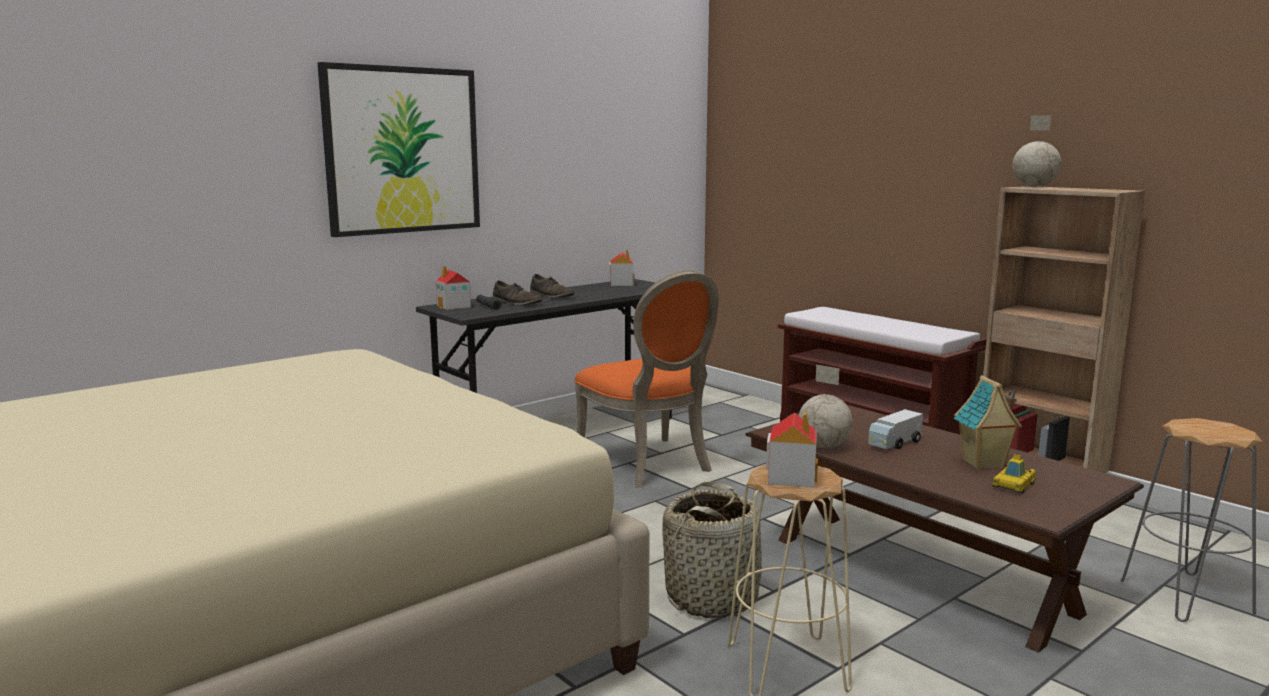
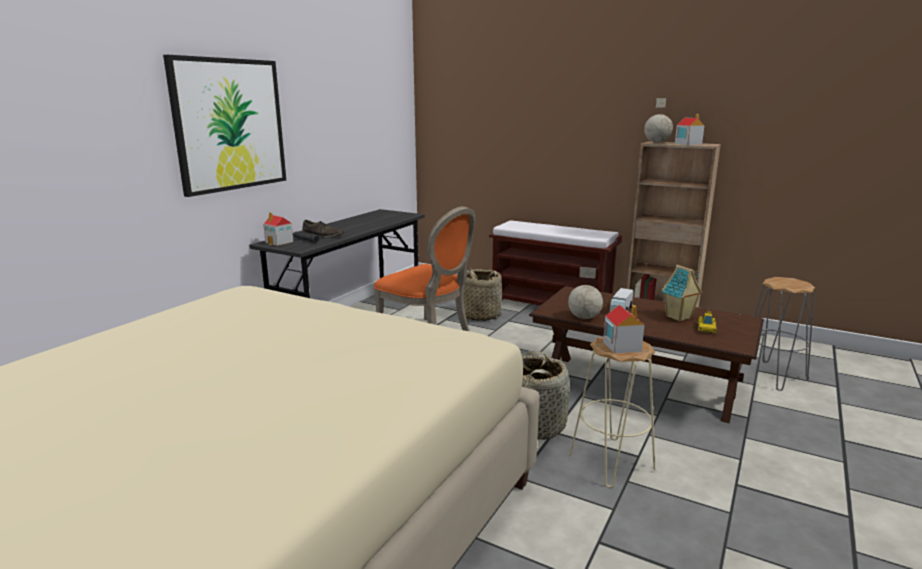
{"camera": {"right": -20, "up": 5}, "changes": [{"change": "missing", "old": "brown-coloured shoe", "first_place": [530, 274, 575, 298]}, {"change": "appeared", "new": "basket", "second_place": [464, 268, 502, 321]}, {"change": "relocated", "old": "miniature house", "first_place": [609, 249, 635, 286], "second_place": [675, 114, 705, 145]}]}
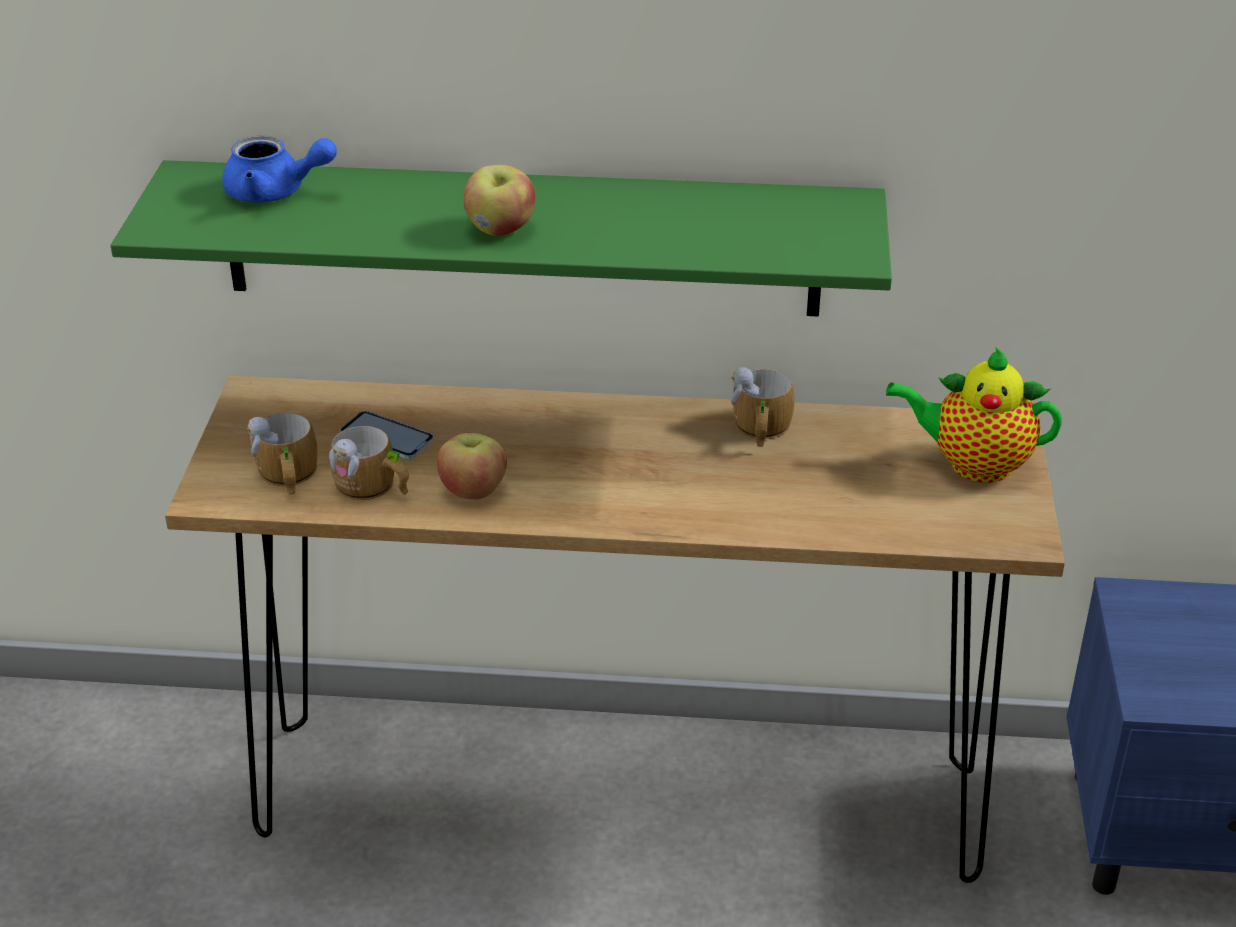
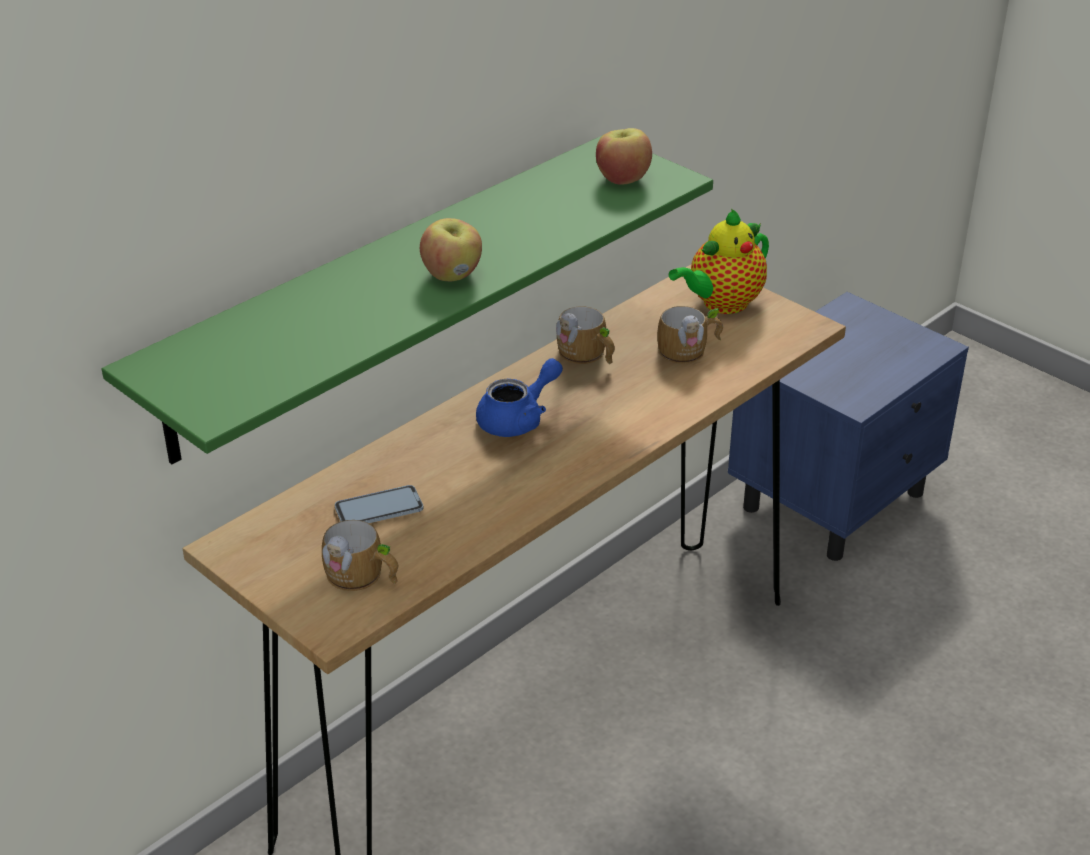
{"camera": {"right": -50, "up": 0}, "changes": [{"change": "relocated", "old": "blue pot for tea", "first_place": [222, 136, 337, 203], "second_place": [476, 358, 563, 437]}, {"change": "relocated", "old": "tea mug", "first_place": [329, 426, 409, 500], "second_place": [657, 306, 723, 364]}, {"change": "relocated", "old": "whole apple", "first_place": [437, 433, 507, 499], "second_place": [596, 128, 652, 185]}]}
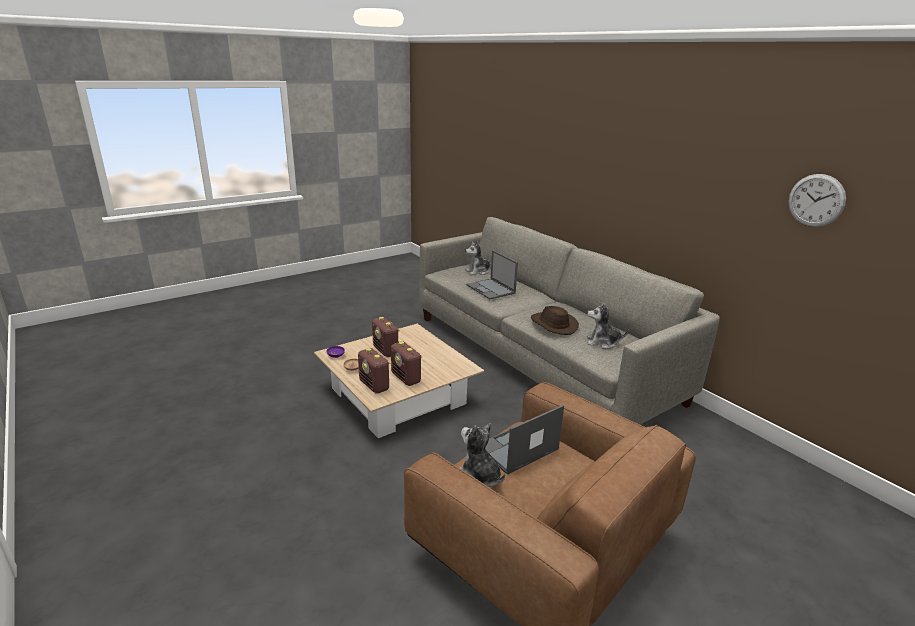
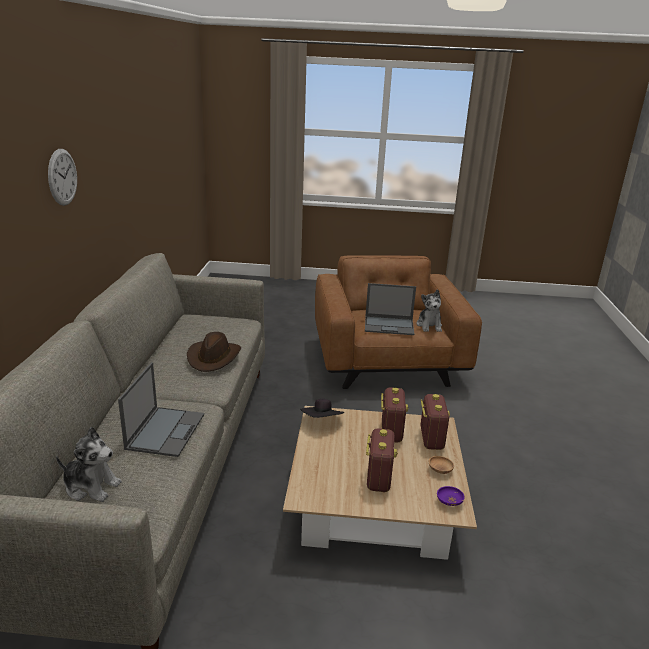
{"camera": {"right": -140, "up": 0}, "changes": [{"change": "missing", "old": "cuddly toy", "first_place": [587, 303, 629, 349]}, {"change": "appeared", "new": "black-coloured hat", "second_place": [300, 399, 344, 418]}, {"change": "relocated", "old": "clock on the wall", "first_place": [788, 174, 846, 227], "second_place": [48, 149, 77, 206]}]}
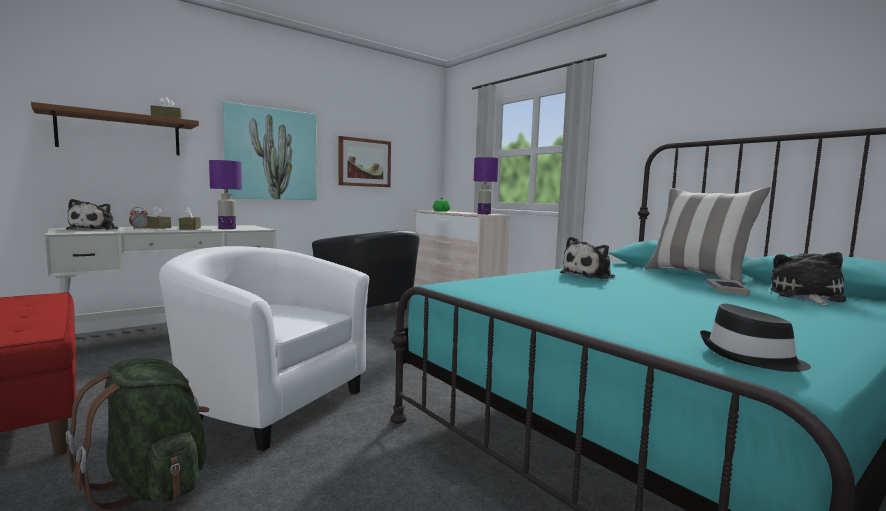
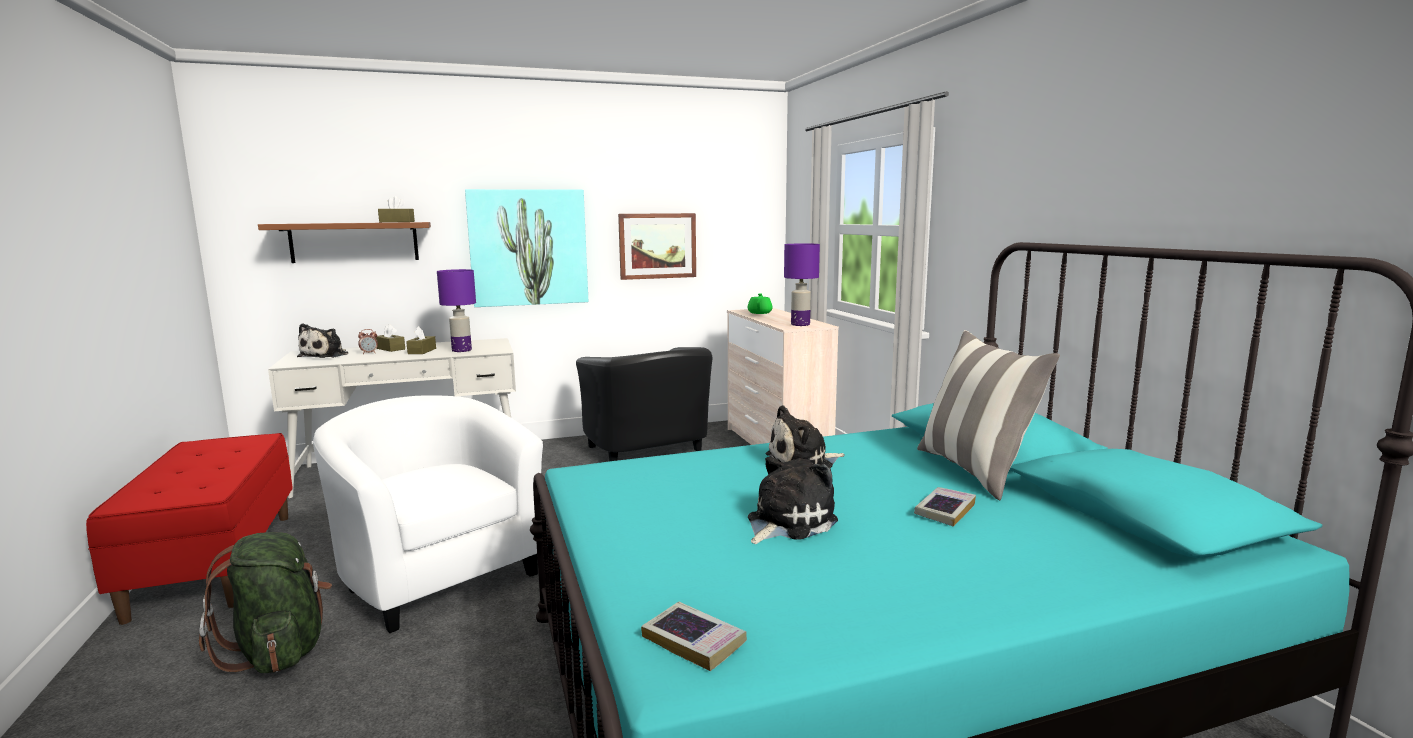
{"camera": {"right": 20, "up": 5}, "changes": [{"change": "relocated", "old": "cuddly toy", "first_place": [770, 252, 846, 306], "second_place": [748, 457, 838, 544]}, {"change": "exchanged", "old": "black-coloured hat", "new": "bound book", "first_place": [700, 304, 811, 372], "second_place": [641, 602, 747, 671]}]}
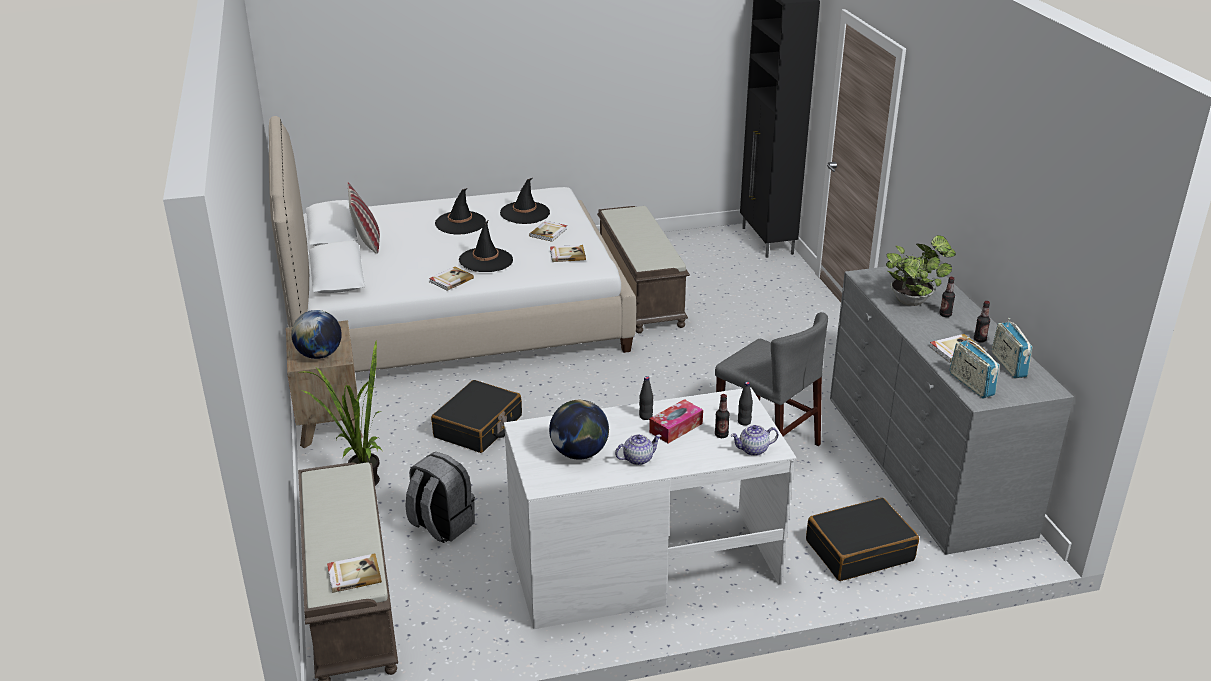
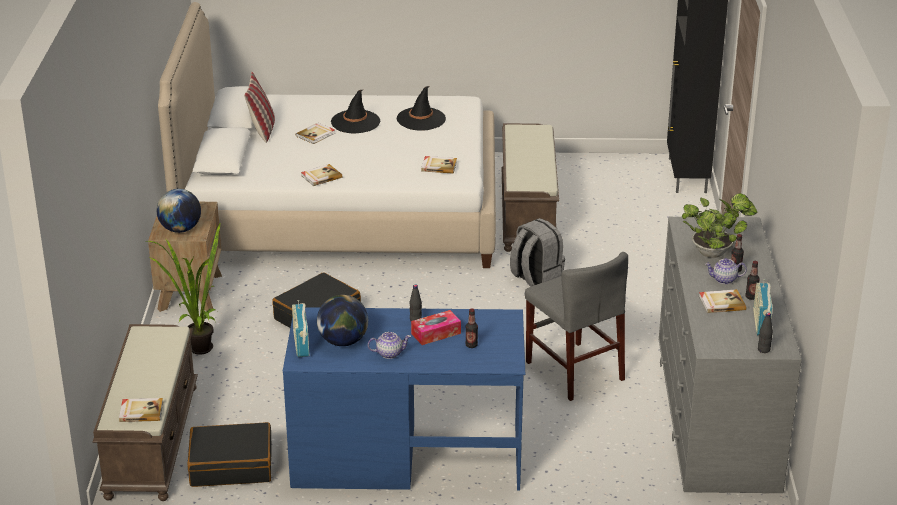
{"camera": {"right": 15, "up": 0}, "changes": [{"change": "missing", "old": "black-coloured hat", "first_place": [459, 221, 513, 272]}, {"change": "relocated", "old": "grey rucksack", "first_place": [405, 452, 475, 543], "second_place": [510, 218, 565, 287]}, {"change": "relocated", "old": "bound book", "first_place": [529, 221, 567, 242], "second_place": [296, 123, 335, 144]}, {"change": "relocated", "old": "pot for tea", "first_place": [731, 425, 778, 456], "second_place": [705, 258, 747, 284]}, {"change": "relocated", "old": "black-coloured beverage bottle", "first_place": [738, 382, 753, 426], "second_place": [758, 312, 773, 353]}, {"change": "relocated", "old": "black-coloured suitcase", "first_place": [806, 498, 919, 581], "second_place": [187, 422, 272, 487]}, {"change": "relocated", "old": "radio", "first_place": [950, 337, 999, 398], "second_place": [292, 300, 309, 357]}, {"change": "colour", "old": "white-coloured desk table", "new": "blue desk table", "first_place": [504, 387, 797, 629], "second_place": [283, 307, 525, 491]}]}
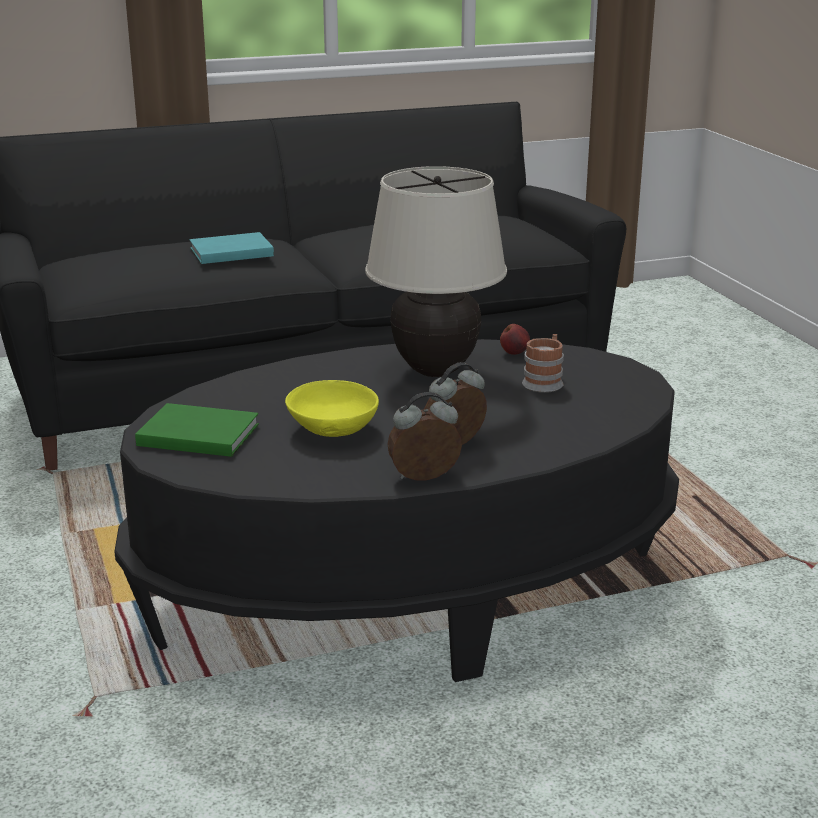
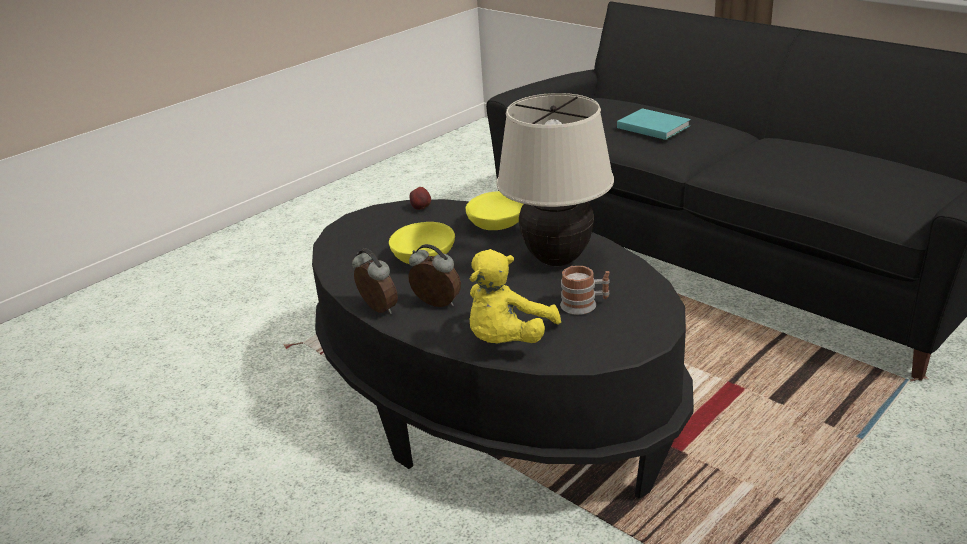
{"camera": {"right": 65, "up": 5}, "changes": [{"change": "missing", "old": "green-coloured bound book", "first_place": [135, 403, 259, 457]}, {"change": "appeared", "new": "yellowish deep dish", "second_place": [466, 191, 523, 230]}, {"change": "appeared", "new": "yellowish cuddly toy", "second_place": [470, 249, 561, 343]}, {"change": "relocated", "old": "whole apple", "first_place": [500, 324, 530, 355], "second_place": [410, 187, 431, 210]}]}
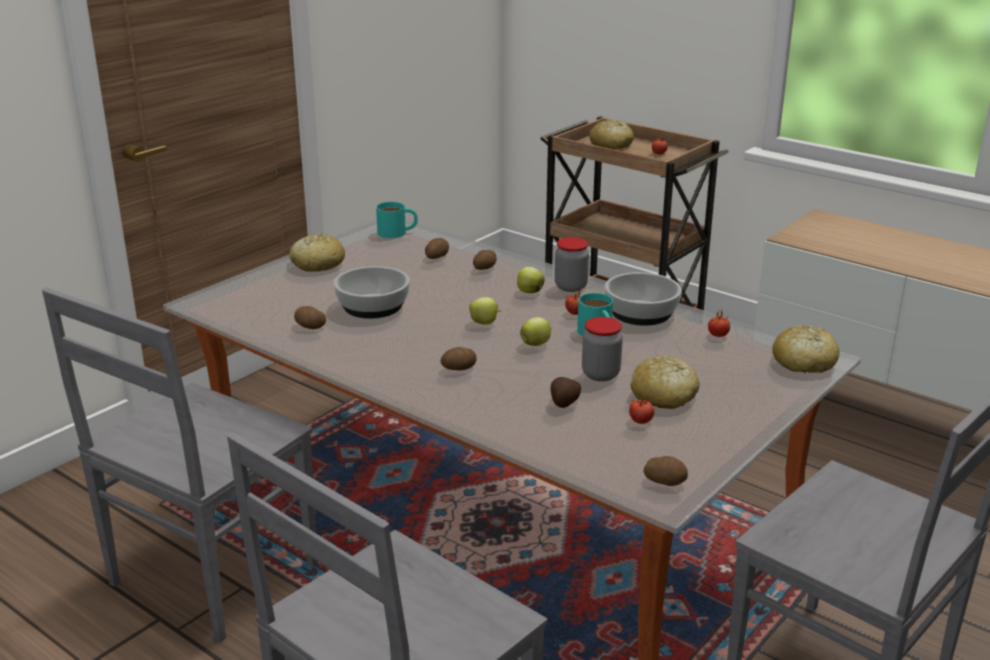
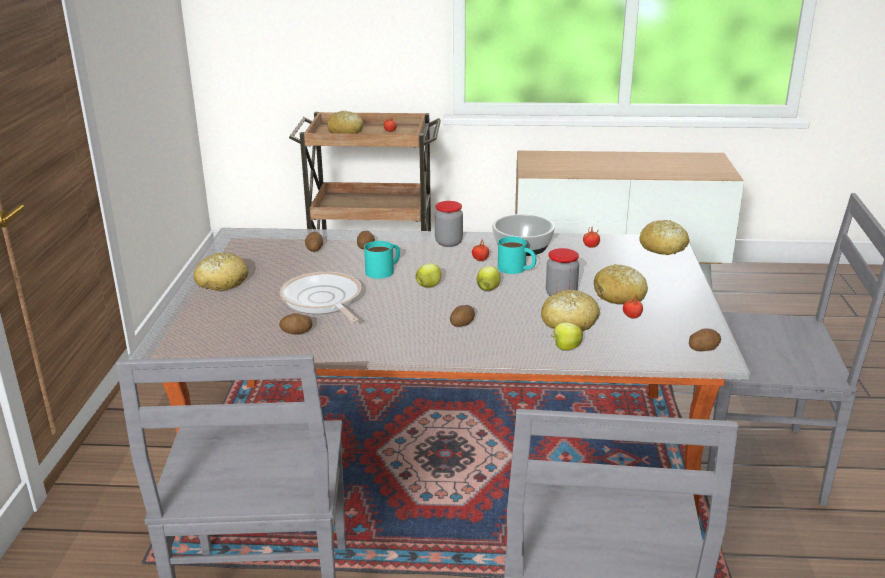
{"camera": {"right": -35, "up": 0}, "changes": [{"change": "relocated", "old": "turquoise tea mug", "first_place": [376, 202, 418, 238], "second_place": [364, 241, 400, 279]}, {"change": "relocated", "old": "whole apple", "first_place": [517, 267, 545, 293], "second_place": [551, 322, 583, 350]}, {"change": "exchanged", "old": "deep dish", "new": "frying pan", "first_place": [333, 266, 410, 319], "second_place": [280, 272, 362, 322]}, {"change": "exchanged", "old": "whole potato", "new": "bread", "first_place": [551, 377, 581, 408], "second_place": [541, 290, 600, 332]}]}
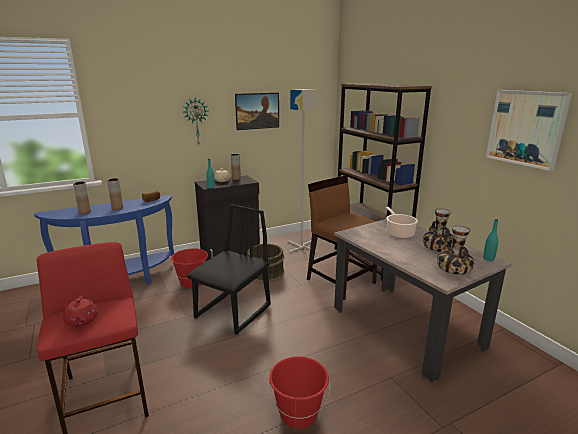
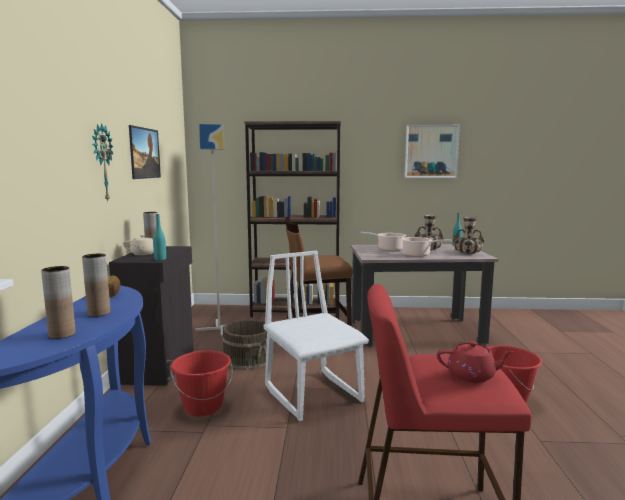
{"camera": {"right": -60, "up": -10}, "changes": [{"change": "appeared", "new": "stockpot", "second_place": [402, 237, 452, 257]}, {"change": "colour", "old": "black-coloured chair", "new": "white-coloured chair", "first_place": [187, 204, 271, 335], "second_place": [264, 251, 369, 421]}]}
